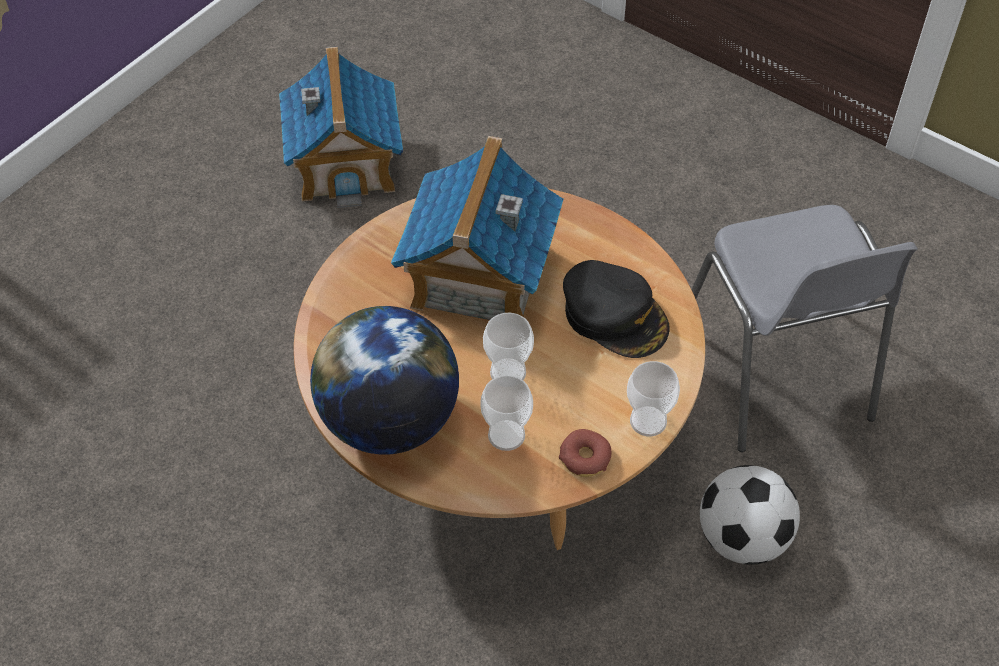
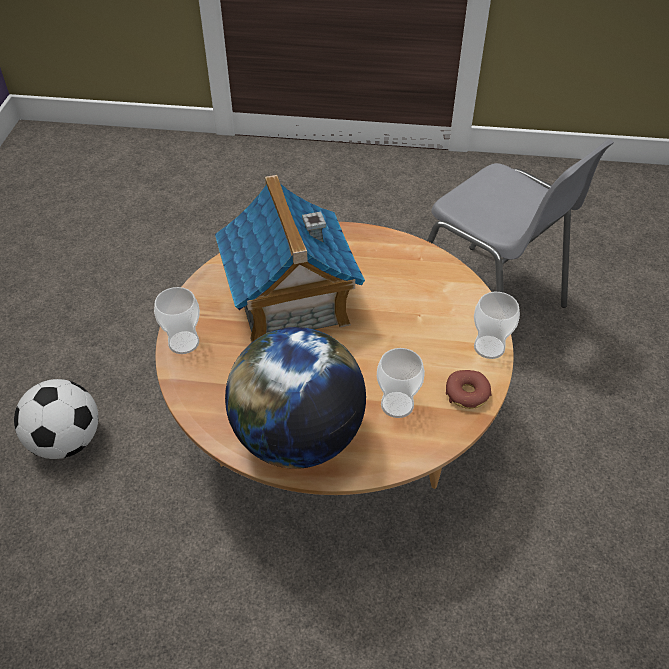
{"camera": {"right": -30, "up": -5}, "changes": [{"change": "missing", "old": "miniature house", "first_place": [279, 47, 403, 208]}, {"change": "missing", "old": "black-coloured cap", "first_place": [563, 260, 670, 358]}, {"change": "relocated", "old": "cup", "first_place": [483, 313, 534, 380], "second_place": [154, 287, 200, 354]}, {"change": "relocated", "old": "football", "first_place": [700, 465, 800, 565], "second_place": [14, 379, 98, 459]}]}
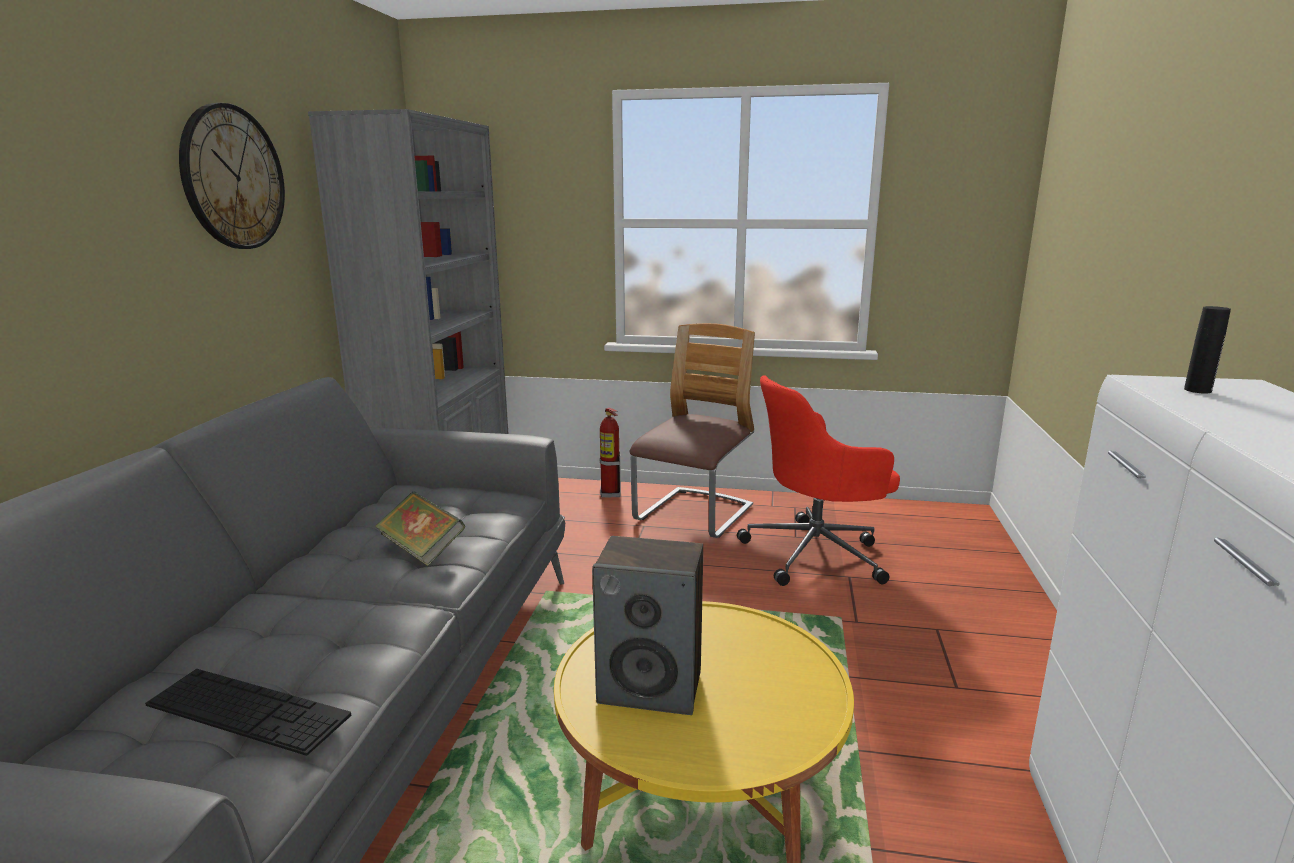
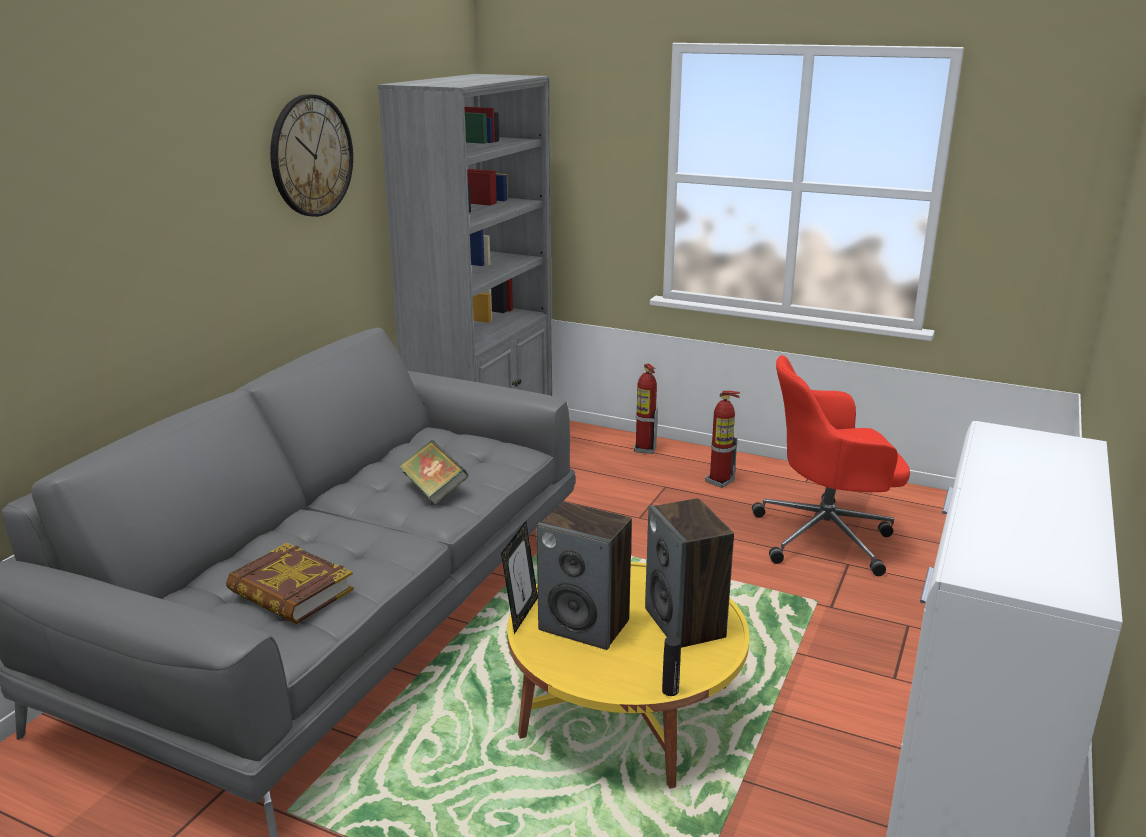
{"camera": {"right": 15, "up": 5}, "changes": [{"change": "appeared", "new": "photo frame", "second_place": [501, 521, 538, 634]}, {"change": "appeared", "new": "loudspeaker", "second_place": [645, 498, 734, 648]}, {"change": "relocated", "old": "black-coloured beverage bottle", "first_place": [1184, 306, 1231, 394], "second_place": [662, 636, 681, 696]}, {"change": "exchanged", "old": "PC keyboard", "new": "bound book", "first_place": [145, 669, 352, 756], "second_place": [226, 543, 354, 624]}, {"change": "exchanged", "old": "chair", "new": "extinguisher", "first_place": [630, 323, 755, 538], "second_place": [705, 391, 740, 488]}]}
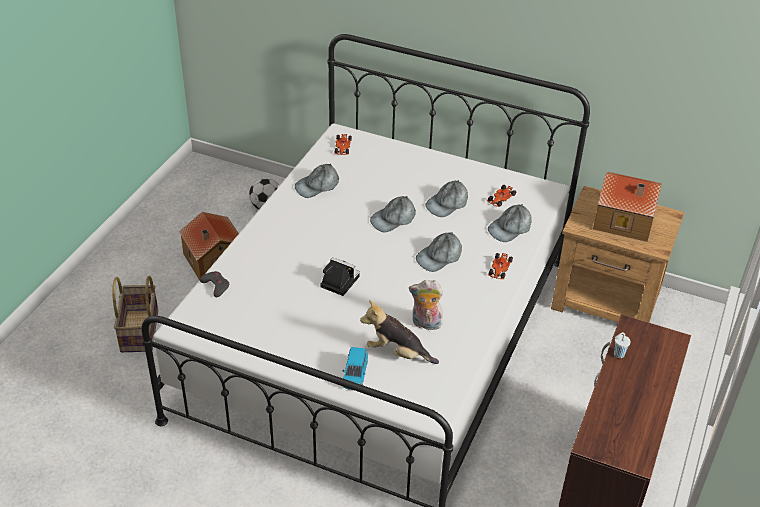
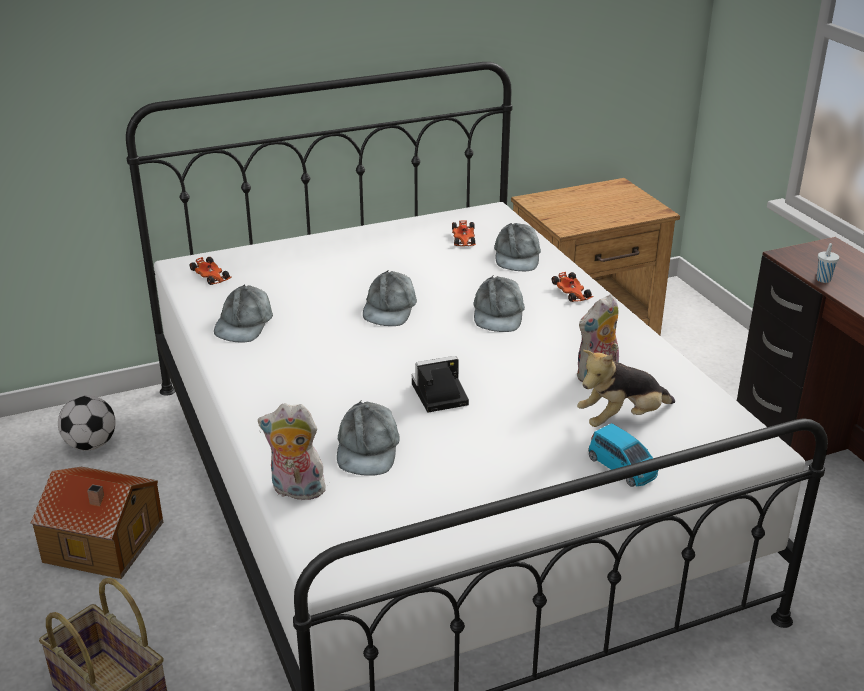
{"camera": {"right": -45, "up": -10}, "changes": [{"change": "missing", "old": "miniature house", "first_place": [593, 172, 662, 242]}, {"change": "relocated", "old": "grey cap", "first_place": [425, 180, 468, 217], "second_place": [337, 401, 400, 476]}, {"change": "exchanged", "old": "grey joypad", "new": "cuddly toy", "first_place": [200, 271, 229, 297], "second_place": [258, 403, 328, 500]}]}
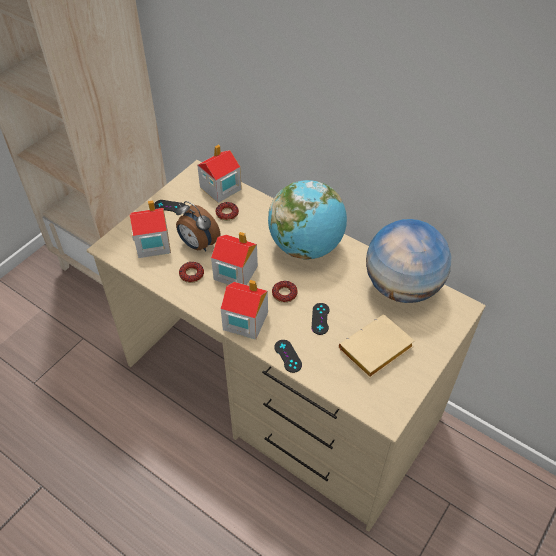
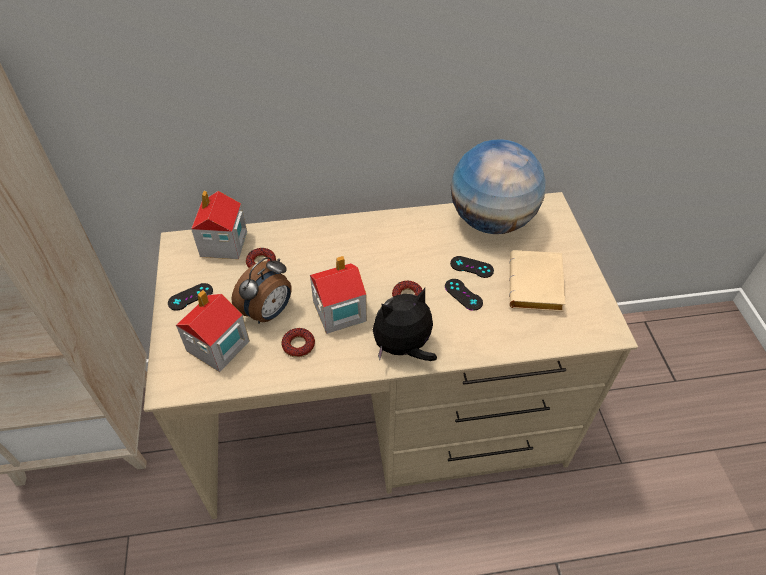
{"camera": {"right": -45, "up": 0}, "changes": [{"change": "missing", "old": "world globe", "first_place": [268, 180, 347, 260]}, {"change": "relocated", "old": "black-coloured joypad", "first_place": [274, 340, 302, 373], "second_place": [450, 256, 494, 278]}, {"change": "exchanged", "old": "miniature house", "new": "cuddly toy", "first_place": [221, 280, 268, 339], "second_place": [373, 288, 437, 361]}, {"change": "spun", "old": "bedside clock", "first_place": [176, 201, 220, 252], "second_place": [231, 257, 292, 324], "degrees": -45}]}
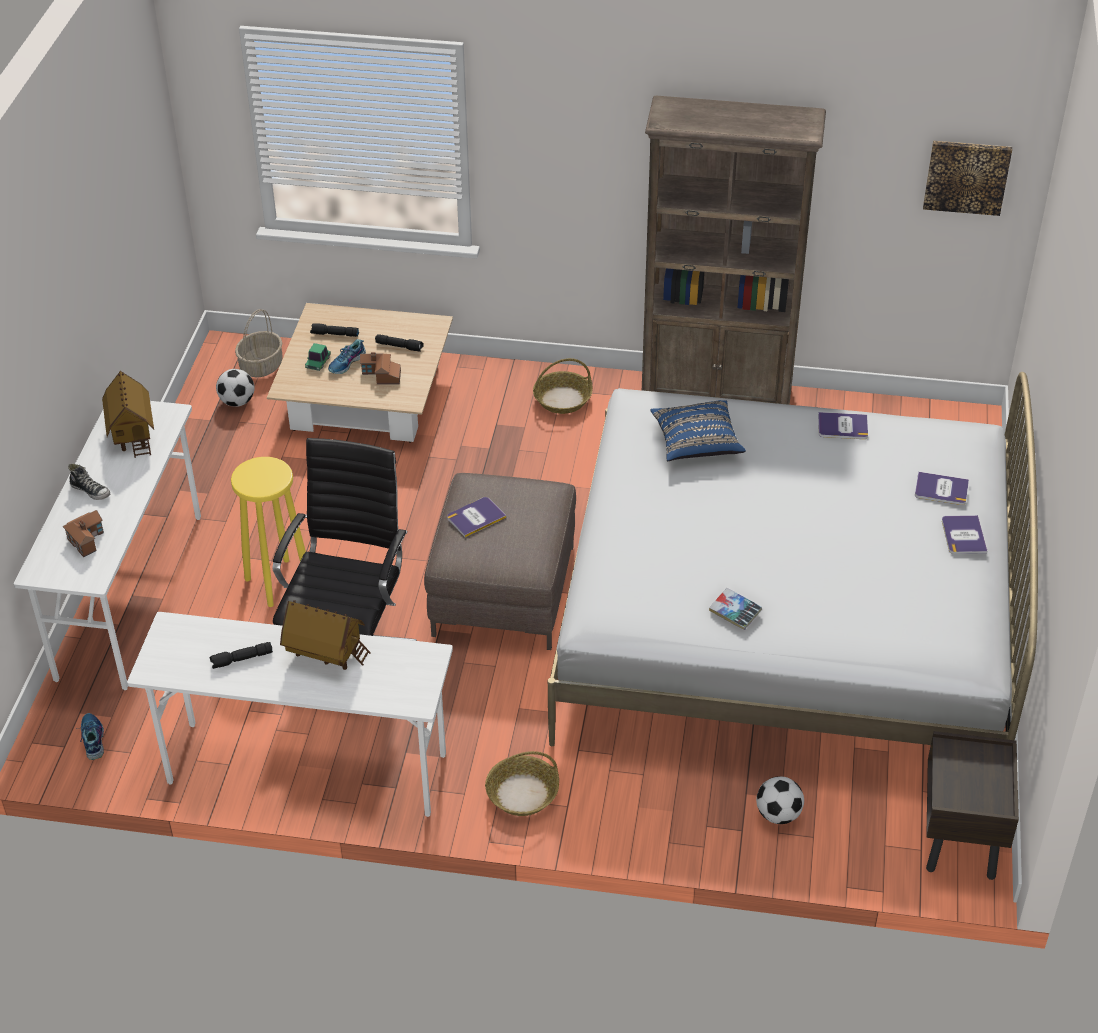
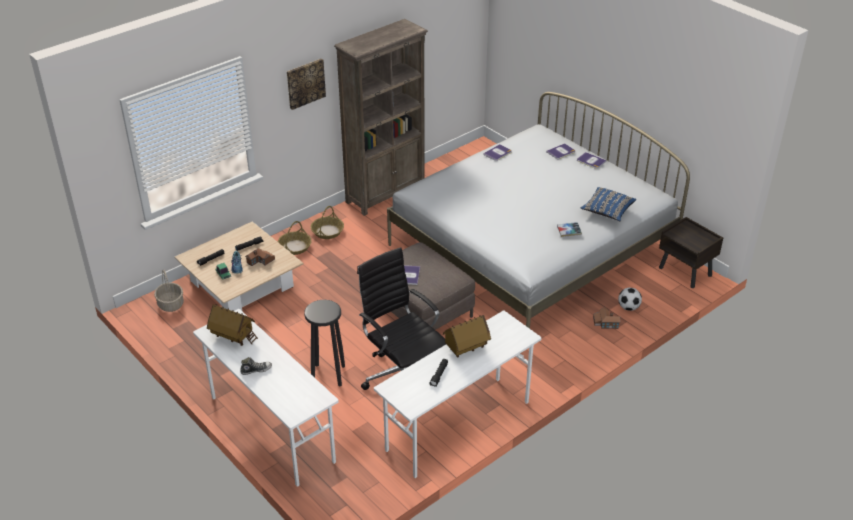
{"camera": {"right": -50, "up": -5}, "changes": [{"change": "missing", "old": "shoe", "first_place": [76, 713, 104, 760]}, {"change": "missing", "old": "football", "first_place": [216, 369, 255, 407]}, {"change": "relocated", "old": "miniature house", "first_place": [63, 510, 104, 557], "second_place": [593, 307, 620, 329]}, {"change": "relocated", "old": "basket", "first_place": [485, 751, 559, 816], "second_place": [278, 221, 312, 255]}, {"change": "relocated", "old": "blue throw pillow", "first_place": [650, 400, 746, 461], "second_place": [580, 187, 636, 221]}, {"change": "relocated", "old": "wall art", "first_place": [923, 141, 1012, 216], "second_place": [287, 59, 326, 110]}, {"change": "colour", "old": "yellowish stool", "new": "black-coloured stool", "first_place": [231, 457, 306, 607], "second_place": [304, 300, 345, 386]}]}
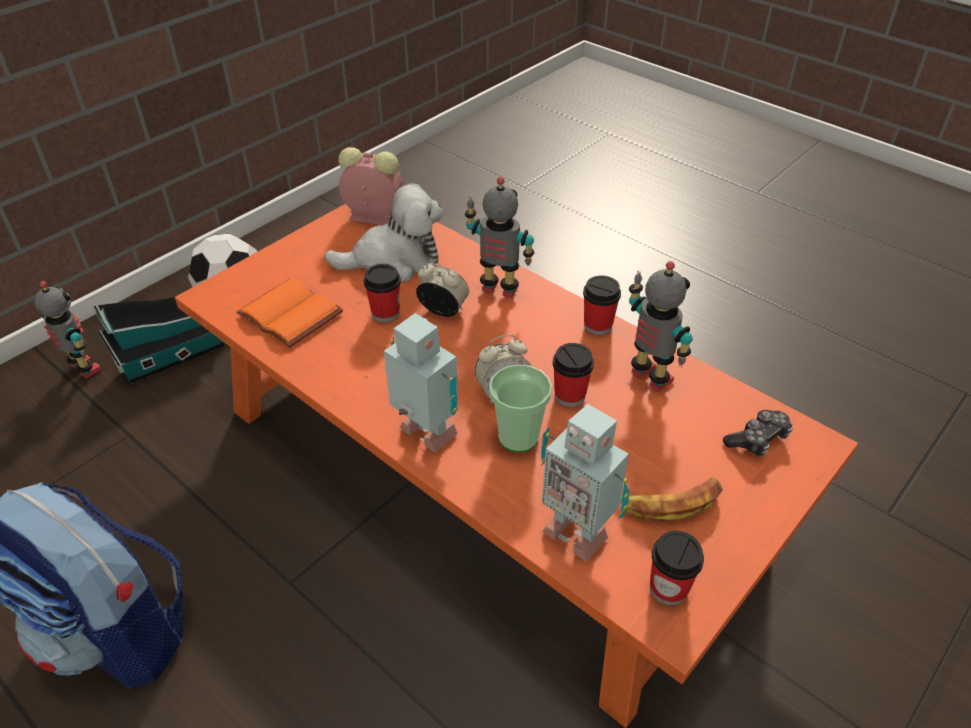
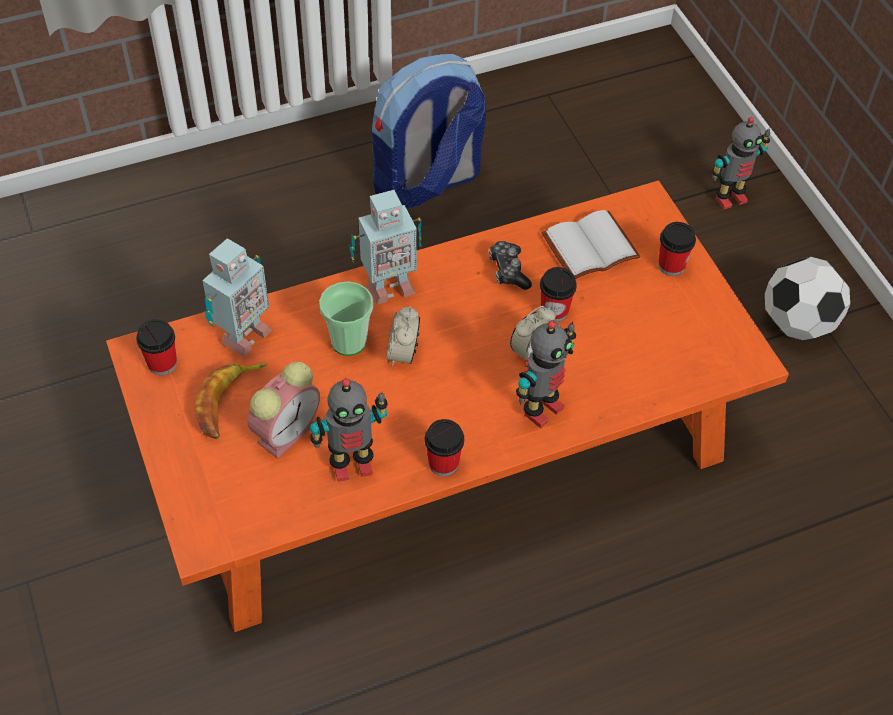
{"camera": {"right": 115, "up": 10}, "changes": [{"change": "missing", "old": "miniature house", "first_place": [94, 297, 225, 384]}, {"change": "missing", "old": "cuddly toy", "first_place": [324, 183, 444, 282]}, {"change": "relocated", "old": "bedside clock", "first_place": [338, 147, 403, 225], "second_place": [247, 361, 320, 459]}, {"change": "relocated", "old": "cup", "first_place": [553, 343, 594, 407], "second_place": [658, 222, 696, 276]}, {"change": "relocated", "old": "joypad", "first_place": [723, 410, 793, 457], "second_place": [489, 241, 532, 290]}, {"change": "colour", "old": "orange bound book", "new": "white-coloured bound book", "first_place": [237, 278, 343, 347], "second_place": [541, 210, 641, 279]}, {"change": "spun", "old": "model robot", "first_place": [541, 404, 630, 562], "second_place": [202, 238, 272, 357], "degrees": 150}]}
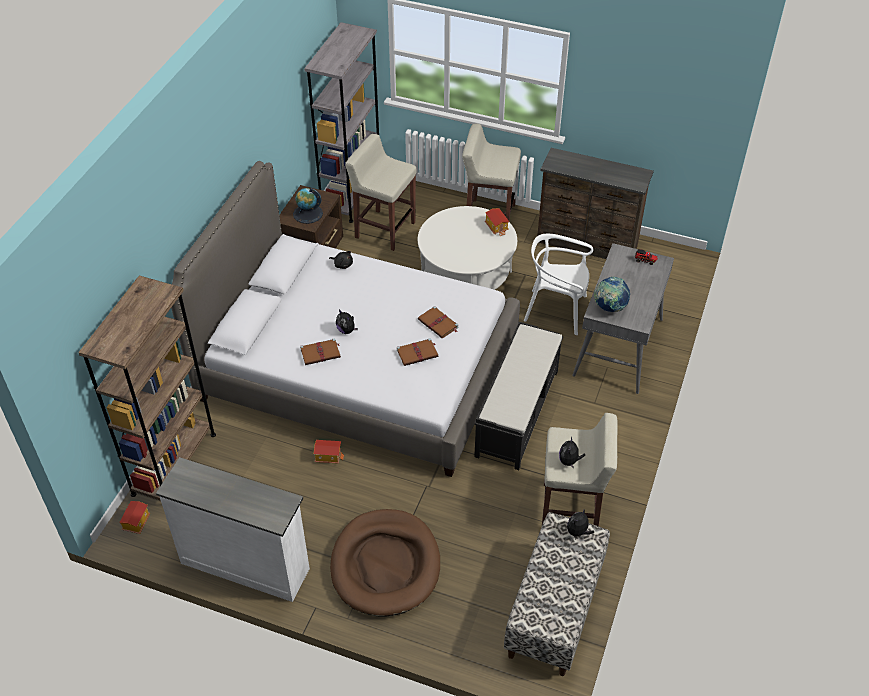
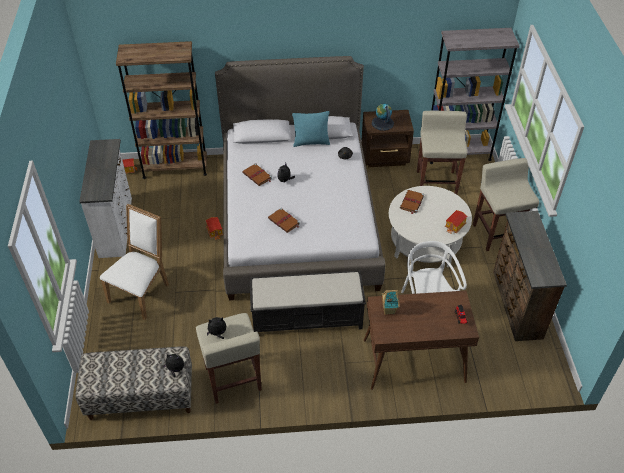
{"camera": {"right": 65, "up": 0}, "changes": [{"change": "appeared", "new": "turquoise throw pillow", "second_place": [292, 111, 330, 147]}, {"change": "relocated", "old": "brown-coloured bound book", "first_place": [418, 306, 459, 338], "second_place": [400, 190, 424, 214]}, {"change": "exchanged", "old": "brown-coloured pet bed", "new": "white-coloured chair", "first_place": [330, 509, 440, 617], "second_place": [100, 204, 169, 320]}, {"change": "exchanged", "old": "world globe", "new": "miniature house", "first_place": [594, 277, 630, 312], "second_place": [381, 290, 400, 315]}, {"change": "colour", "old": "grey desk table", "new": "brown-coloured desk table", "first_place": [572, 243, 674, 394], "second_place": [364, 291, 479, 390]}]}
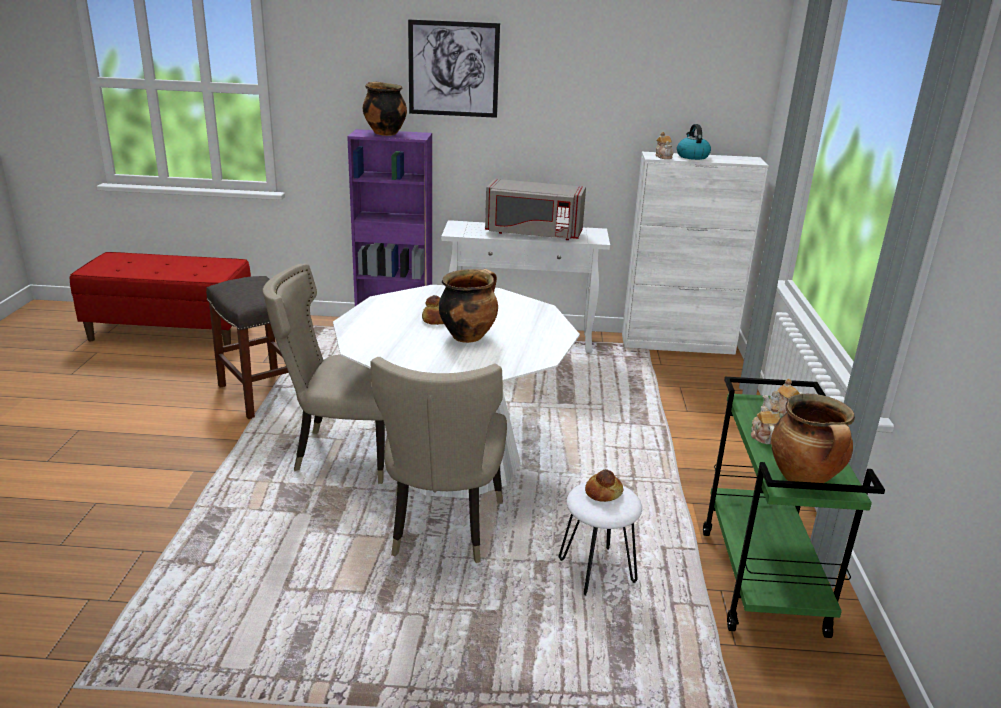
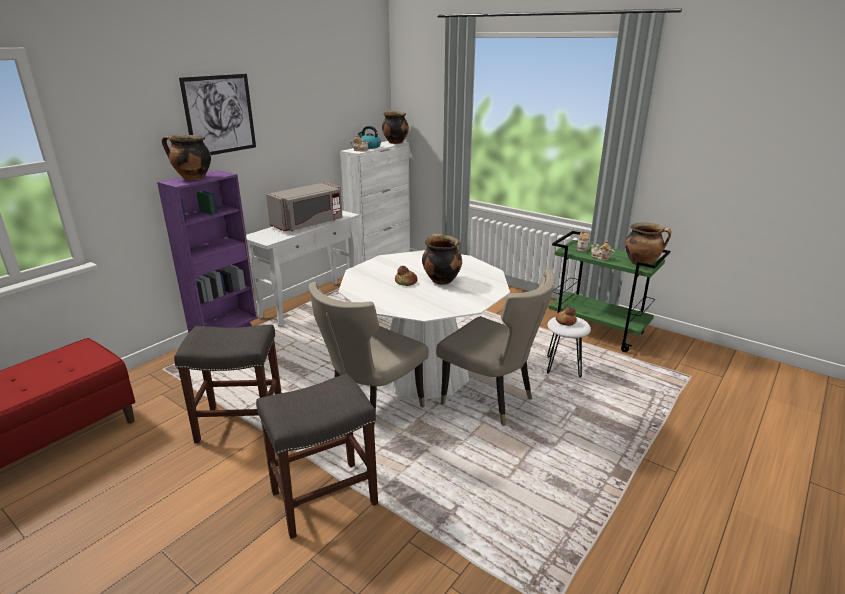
{"camera": {"right": -55, "up": 0}, "changes": [{"change": "appeared", "new": "grey stool", "second_place": [256, 373, 378, 539]}, {"change": "appeared", "new": "stockpot", "second_place": [382, 111, 409, 144]}]}
